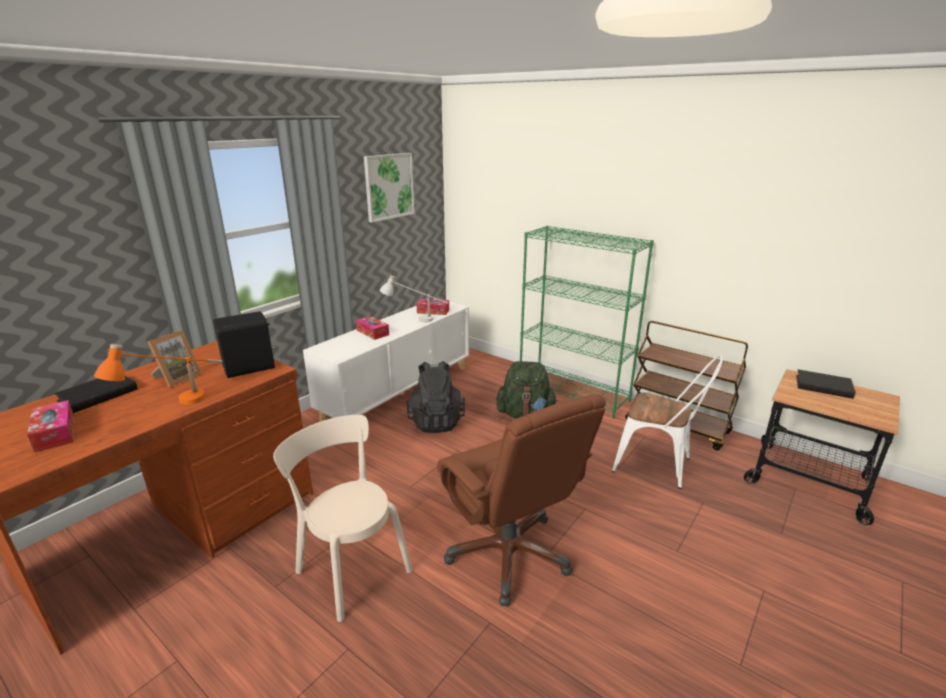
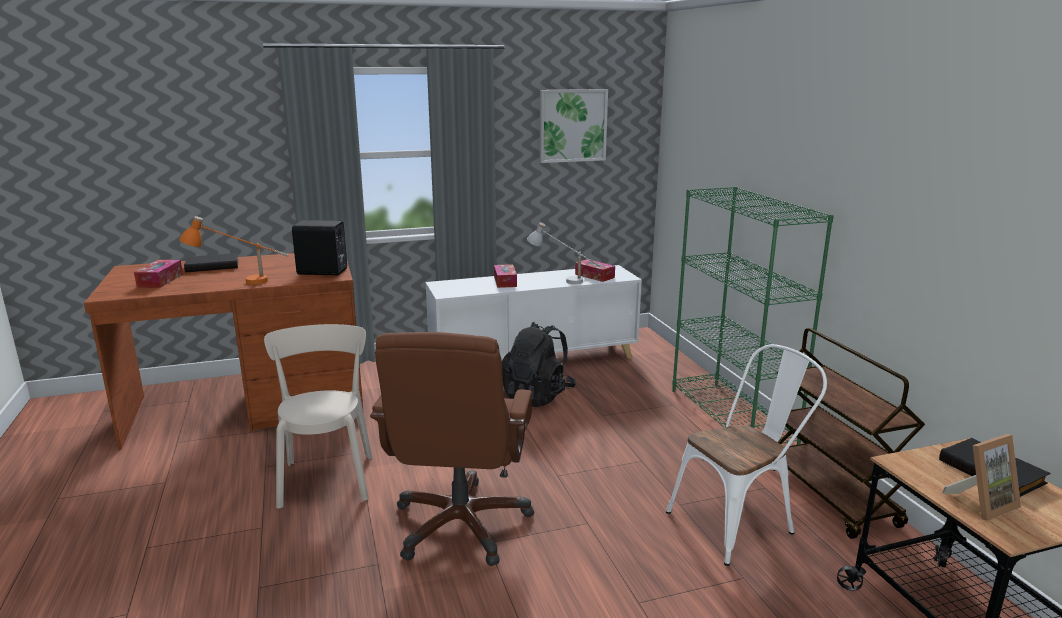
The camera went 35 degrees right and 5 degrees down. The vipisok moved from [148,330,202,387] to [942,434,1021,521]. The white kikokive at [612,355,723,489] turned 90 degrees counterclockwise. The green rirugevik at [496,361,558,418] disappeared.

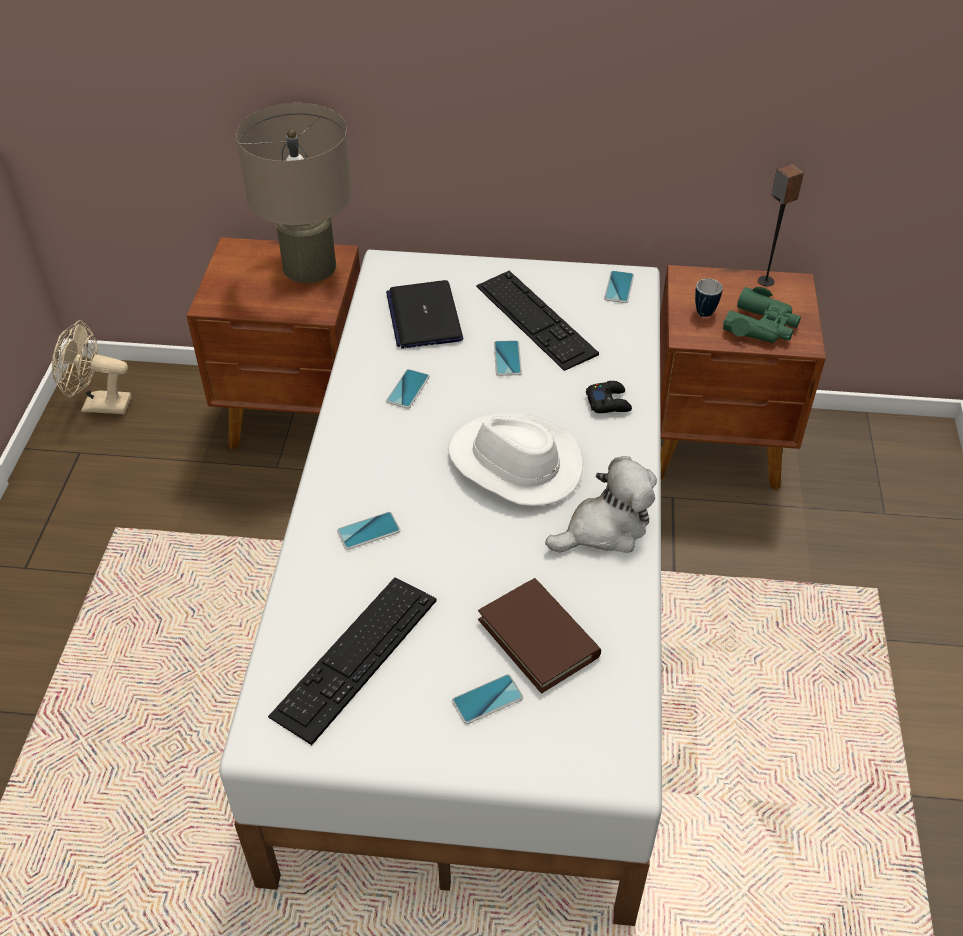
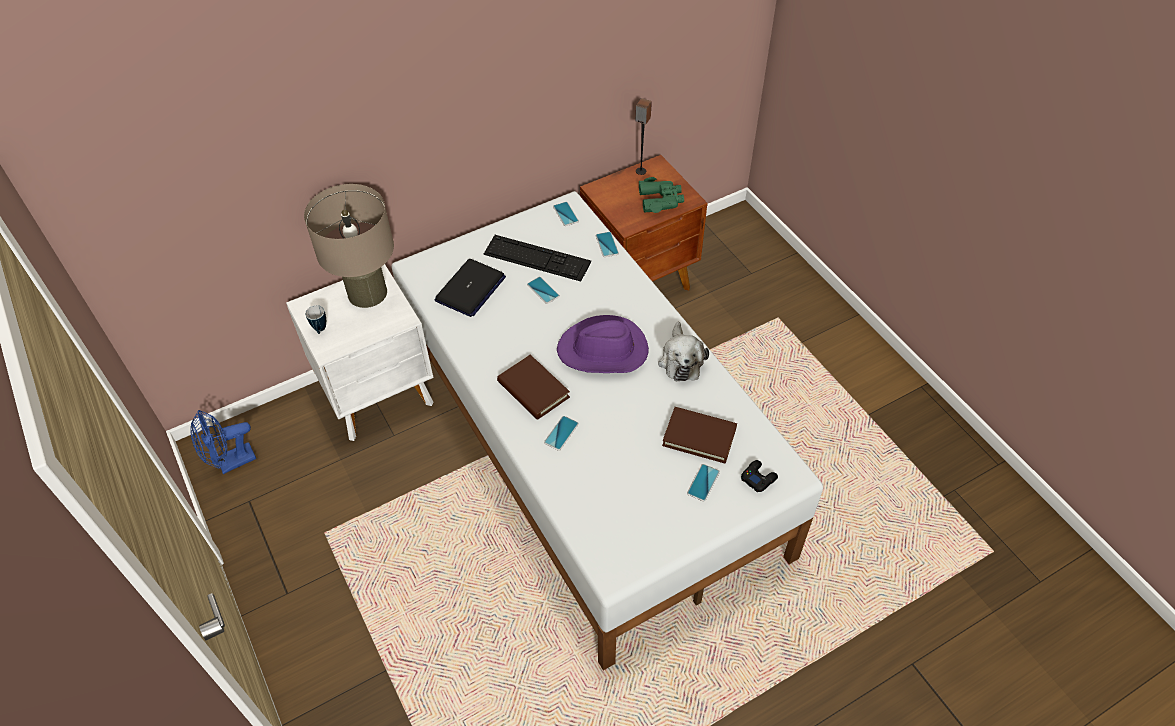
The camera went 35 degrees left and 5 degrees up. The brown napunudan at [187,237,360,450] became the white napunudan at [286,264,434,441]. The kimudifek moved from [695,279,723,317] to [305,305,326,334]. The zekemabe at [386,280,463,349] turned 105 degrees counterclockwise. The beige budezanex at [52,320,132,414] became the blue budezanex at [190,410,256,474]. The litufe moved from [386,369,430,409] to [596,232,619,257]. The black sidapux moved from [586,381,632,413] to [741,460,778,492]. The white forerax at [448,413,583,506] became the purple forerax at [557,315,649,373]. The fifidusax at [545,456,657,553] turned 150 degrees clockwise. The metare at [268,577,437,745] disappeared. The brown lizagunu at [497,355,570,420] appeared.

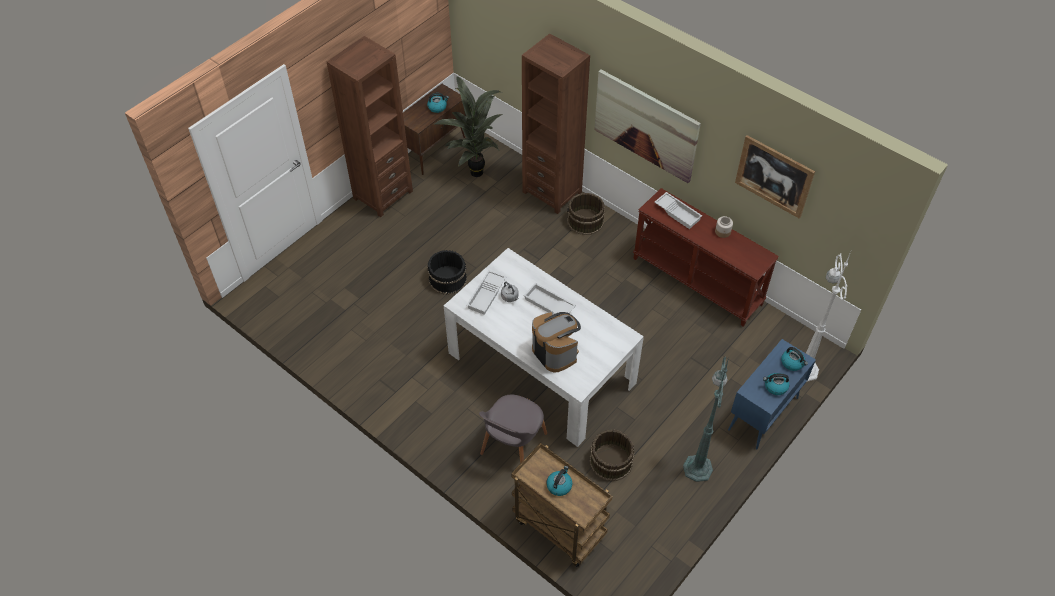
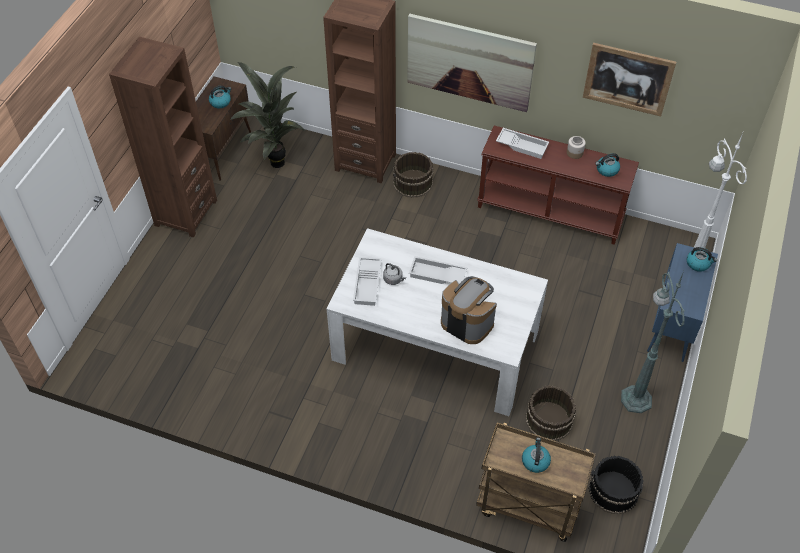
The camera went 20 degrees left and 0 degrees up. The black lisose moved from [427,250,467,295] to [588,456,644,514]. The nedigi moved from [763,373,789,395] to [595,153,620,177]. The grey kikokive at [479,395,547,464] disappeared.

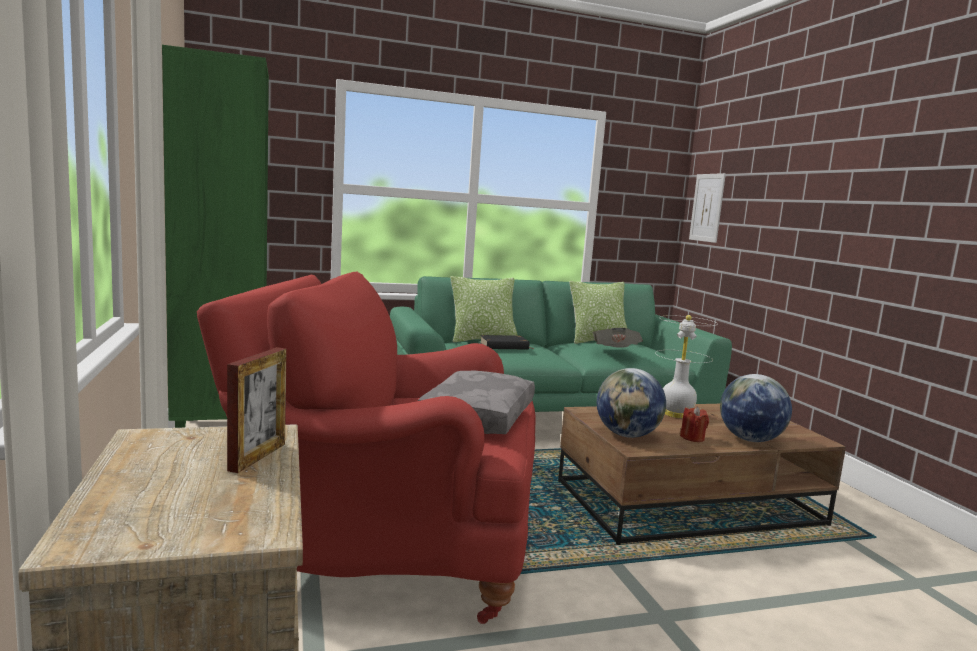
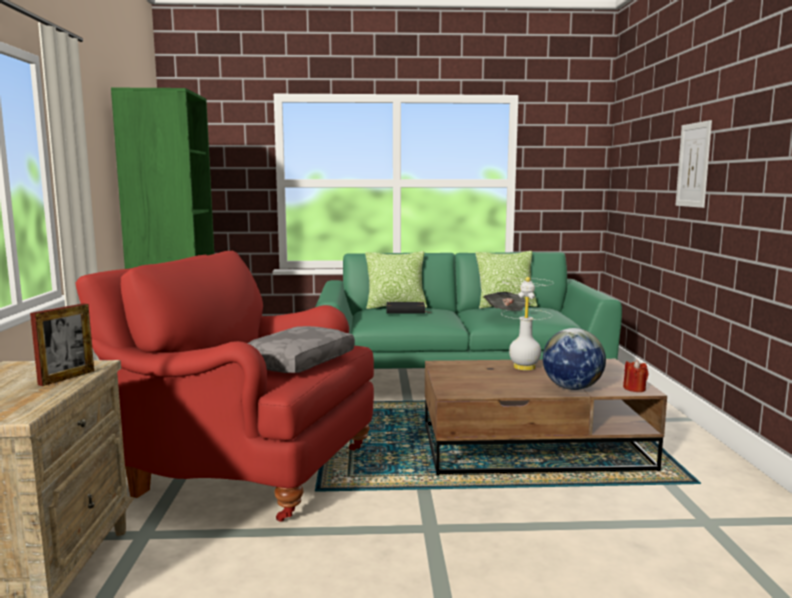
The camera went 15 degrees right and 0 degrees up. The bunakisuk moved from [689,173,726,243] to [675,120,712,208]. The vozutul at [597,368,666,438] disappeared. The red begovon moved from [680,406,709,442] to [623,360,648,392].

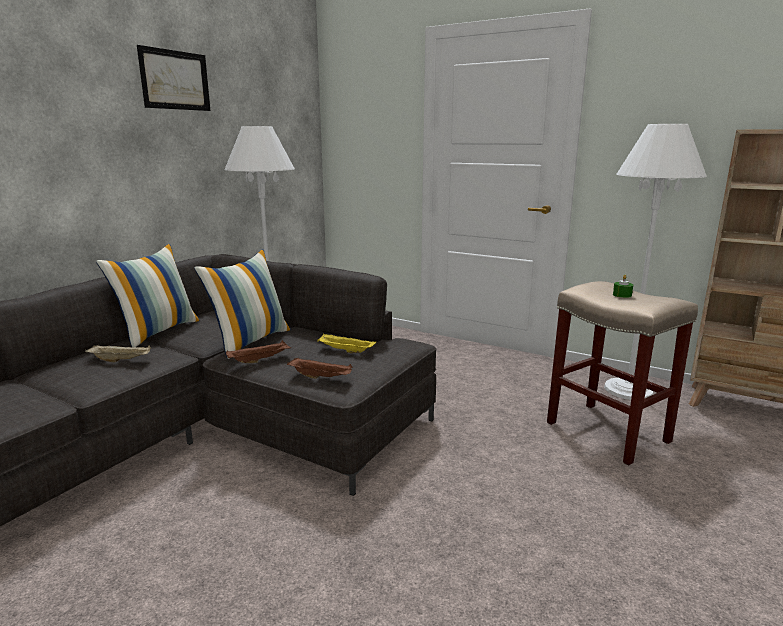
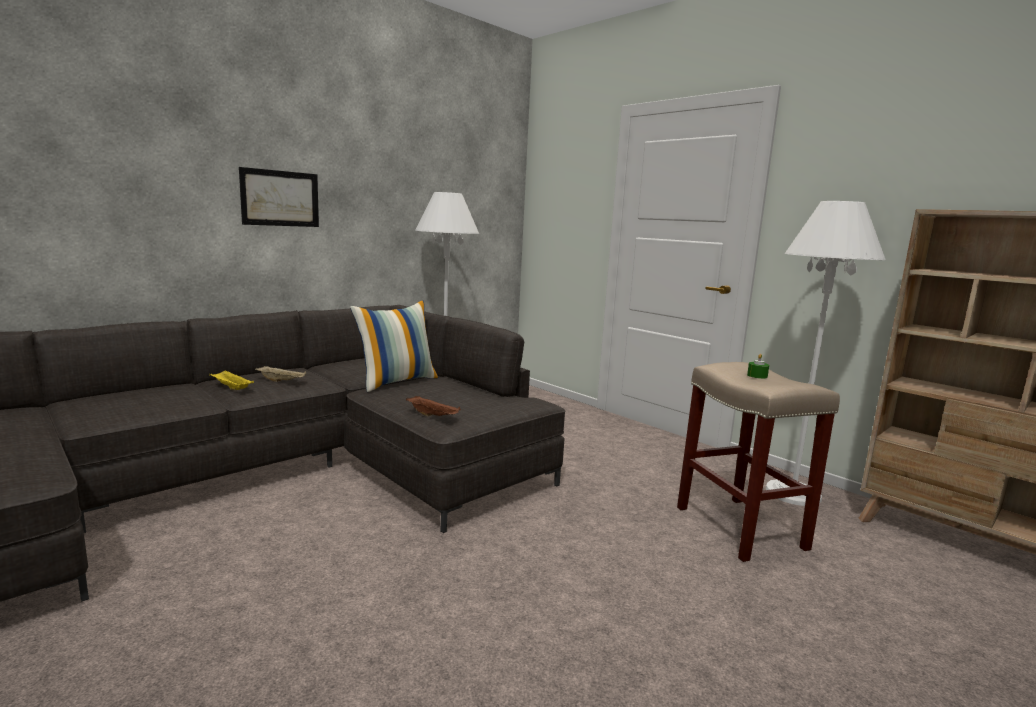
The camera went 15 degrees right and 5 degrees down. The bunakisuk moved from [137,45,210,111] to [239,167,319,227]. The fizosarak at [96,244,200,347] disappeared. The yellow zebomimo moved from [317,334,376,353] to [209,370,254,390]. The brown zebomimo at [226,340,291,363] disappeared.

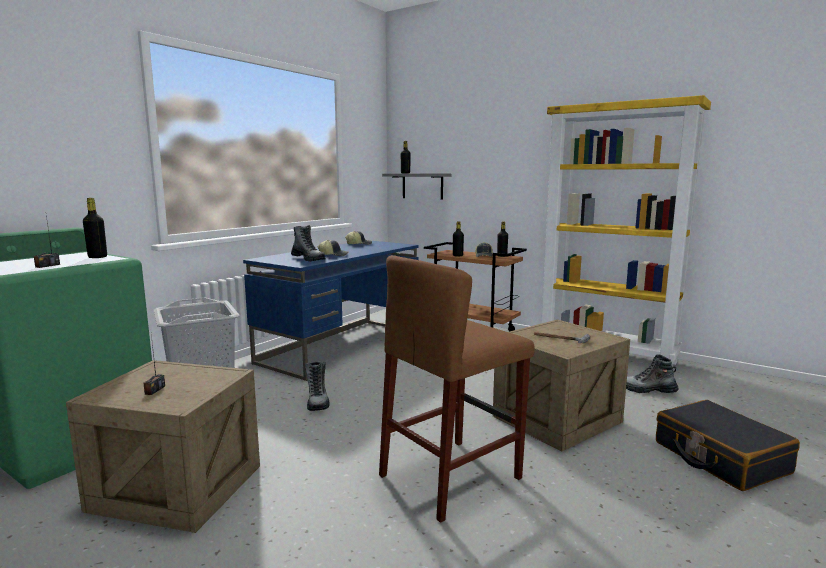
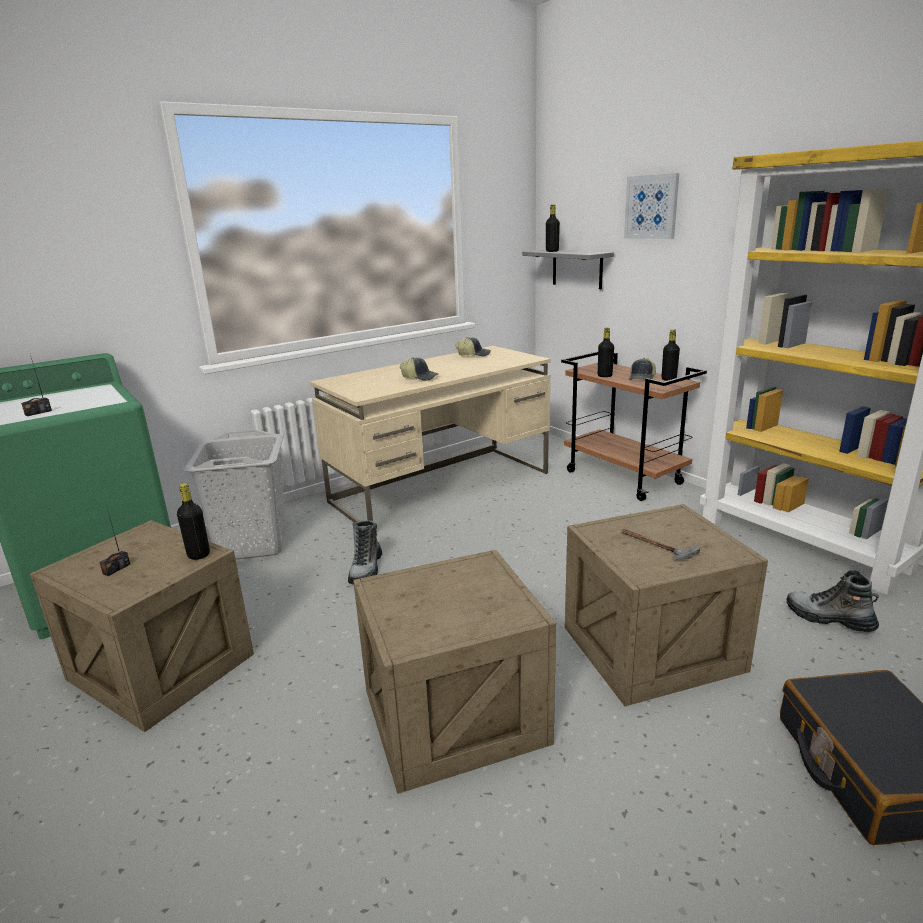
The camera went 20 degrees right and 10 degrees up. The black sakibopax moved from [83,198,107,258] to [177,483,210,560]. The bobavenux at [291,225,326,261] disappeared. The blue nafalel at [243,241,419,381] became the beige nafalel at [310,346,551,522]. The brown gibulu at [379,255,535,523] was replaced by the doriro at [353,550,556,794]. The bunakisuk at [624,173,679,239] appeared.

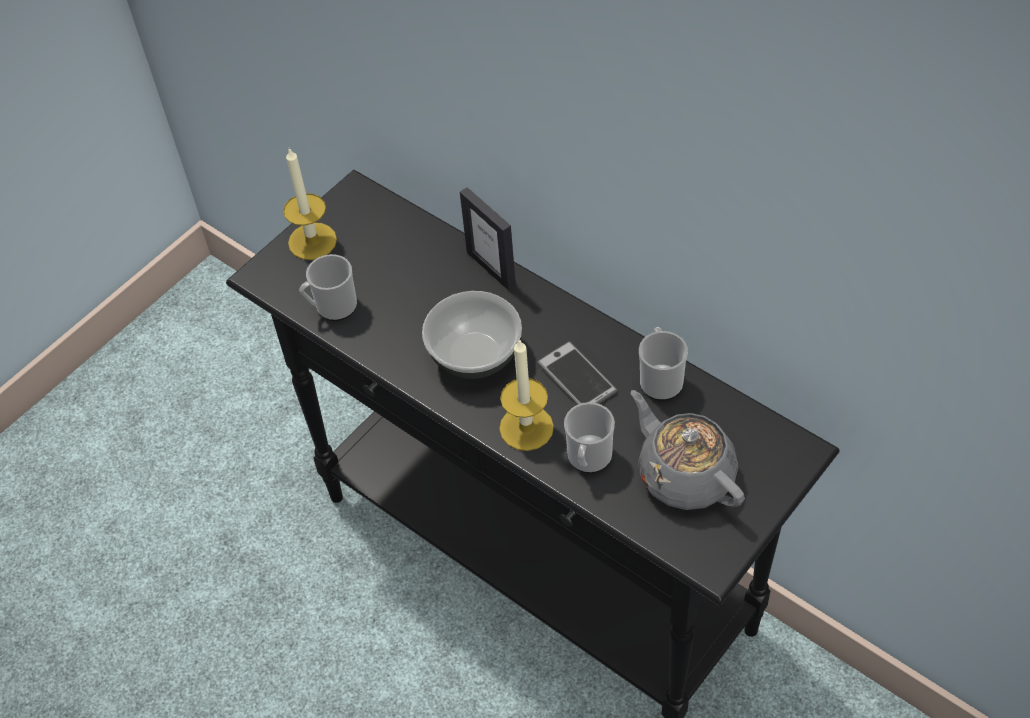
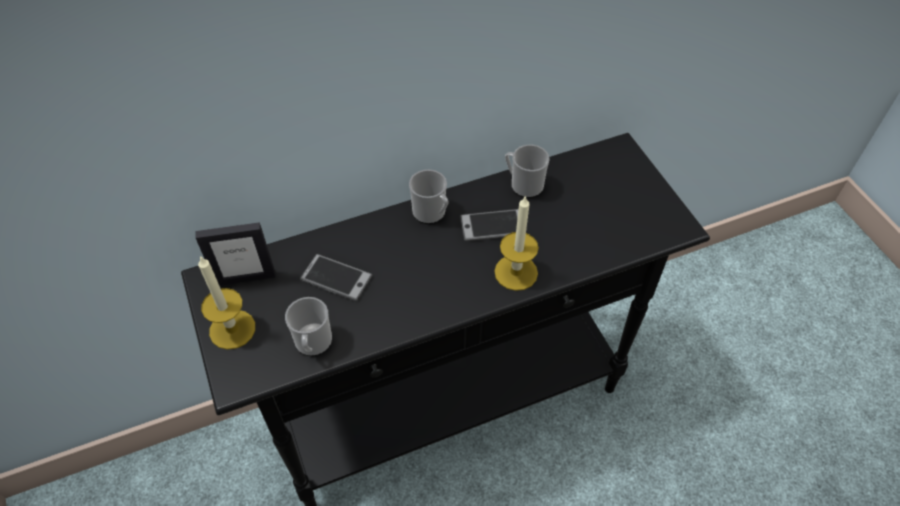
The camera went 65 degrees left and 0 degrees up. The vipisok moved from [460,187,516,291] to [195,222,275,286]. The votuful at [422,291,522,379] disappeared. The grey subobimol at [631,390,745,510] disappeared. The kimudifek moved from [564,402,615,473] to [409,170,449,224]. The litufe at [300,254,373,301] appeared.

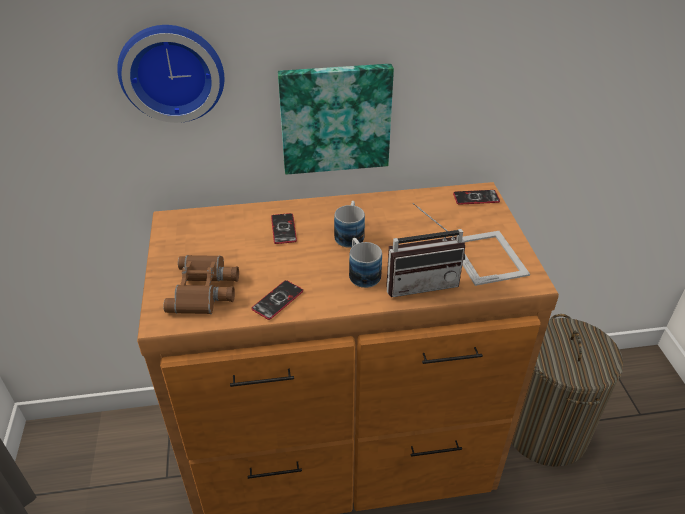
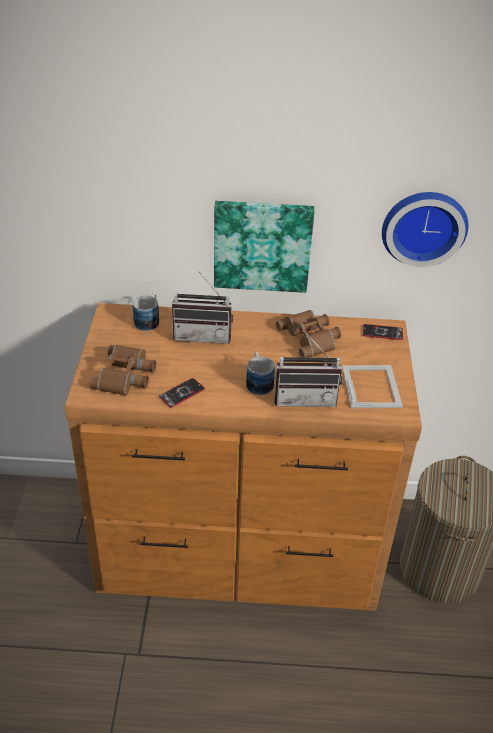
The camera went 10 degrees right and 0 degrees up. The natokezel moved from [117,25,224,123] to [382,192,468,267]. The kimudifek moved from [334,201,365,248] to [133,293,159,331]. The litufe at [271,213,297,244] was replaced by the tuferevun at [172,270,233,344]. The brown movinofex at [276,310,341,358] appeared.

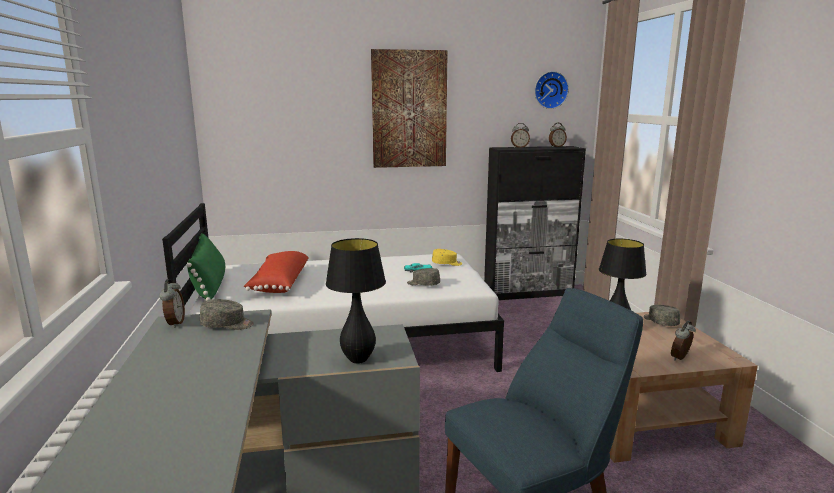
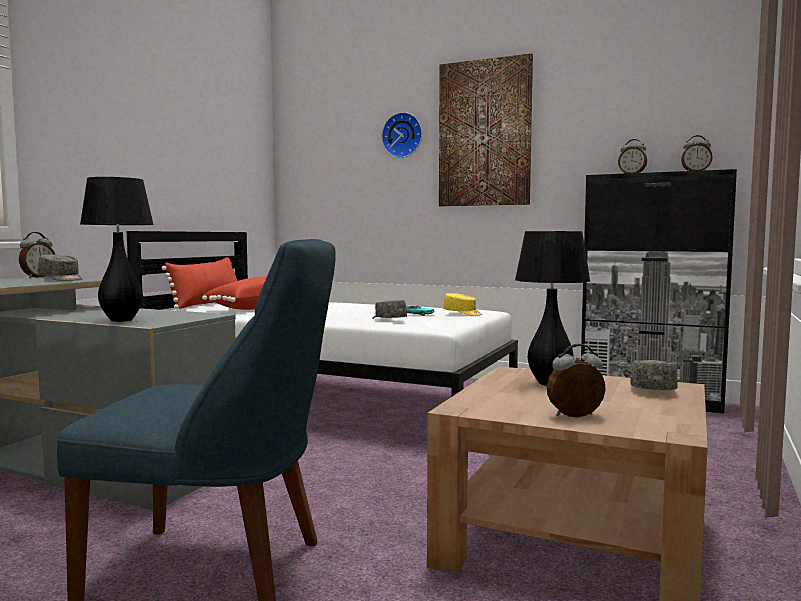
The camera went 35 degrees right and 10 degrees down. The natokezel moved from [535,71,569,109] to [381,112,422,158]. The green fizosarak at [187,233,225,301] became the red fizosarak at [162,257,238,309].

